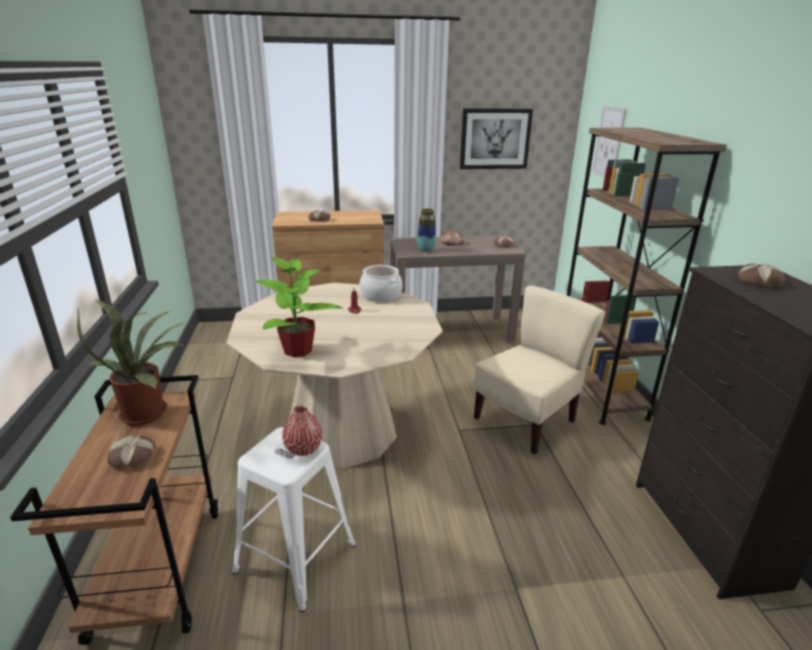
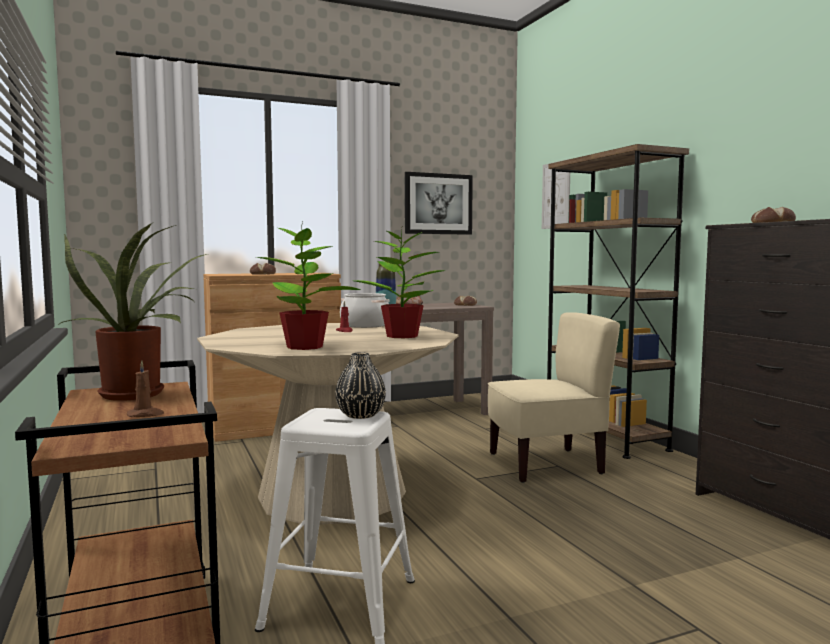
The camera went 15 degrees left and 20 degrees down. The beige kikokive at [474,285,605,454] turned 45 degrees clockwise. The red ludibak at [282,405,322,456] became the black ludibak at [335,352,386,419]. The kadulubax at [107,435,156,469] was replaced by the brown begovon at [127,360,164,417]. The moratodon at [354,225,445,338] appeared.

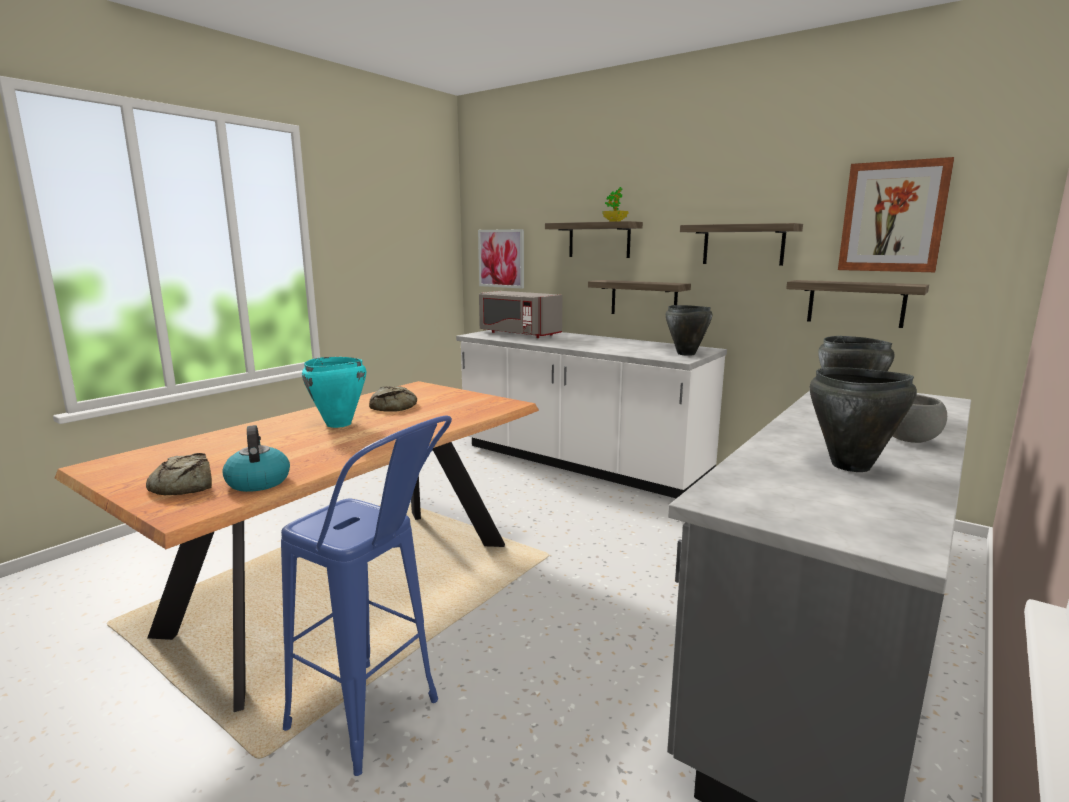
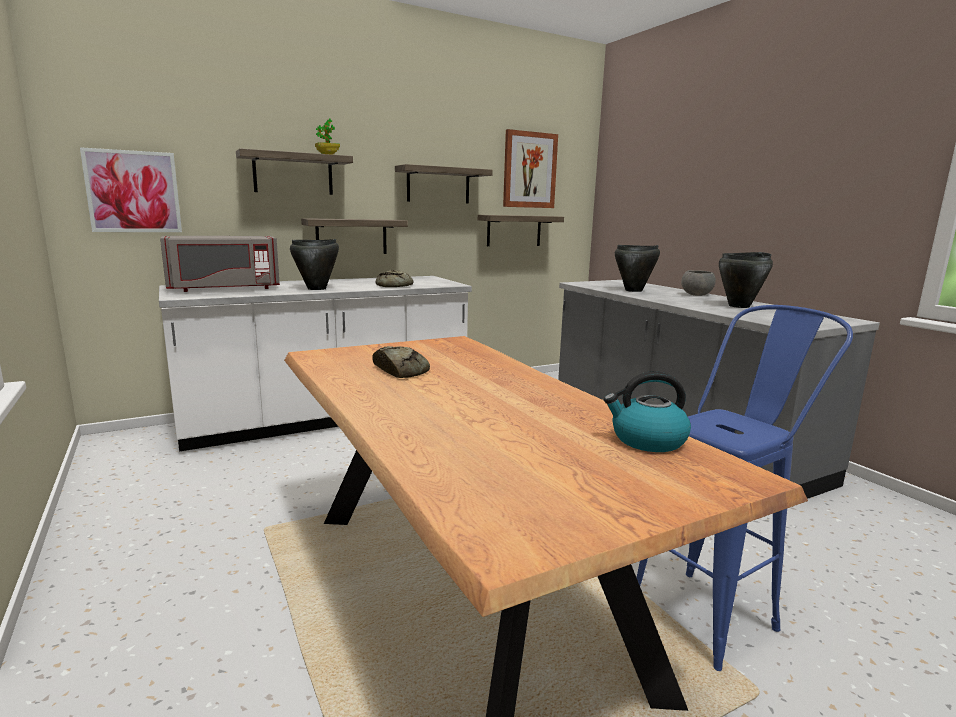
The camera went 65 degrees left and 0 degrees up. The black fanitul moved from [666,305,712,356] to [290,239,339,290]. The turquoise fanitul at [302,357,366,428] disappeared. The kadulubax moved from [146,453,212,495] to [376,270,414,287].

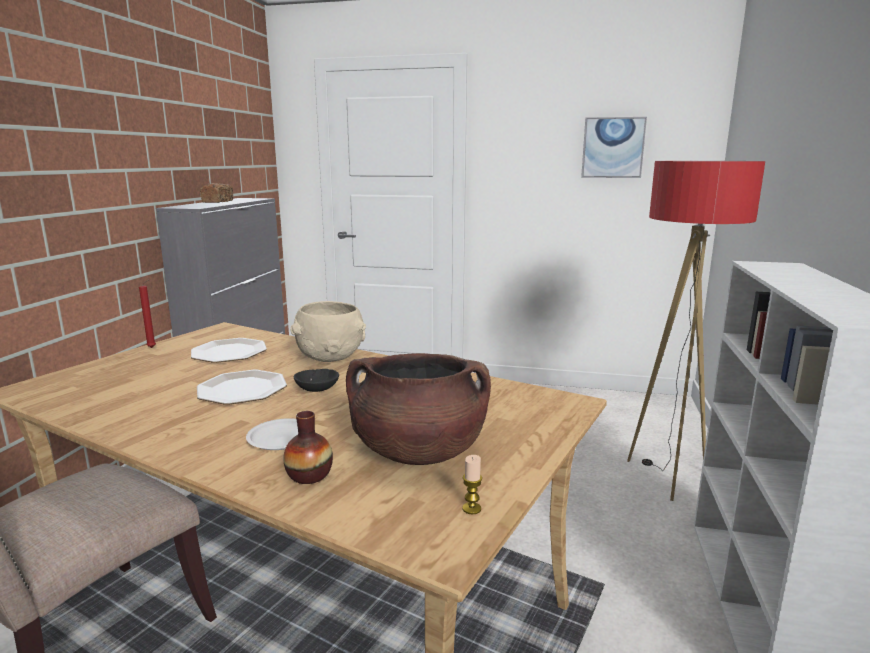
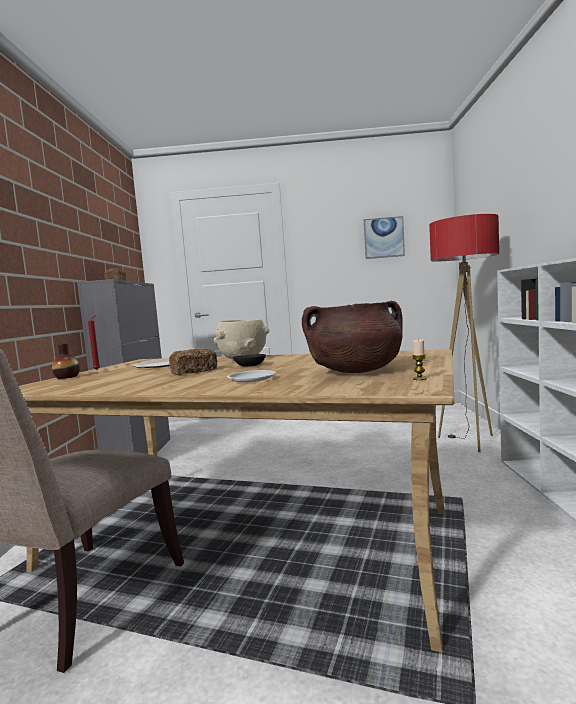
The camera went 10 degrees left and 10 degrees down. The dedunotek at [197,370,287,405] was replaced by the kadulubax at [169,349,218,375]. The ludibak moved from [283,411,333,484] to [52,343,80,379].

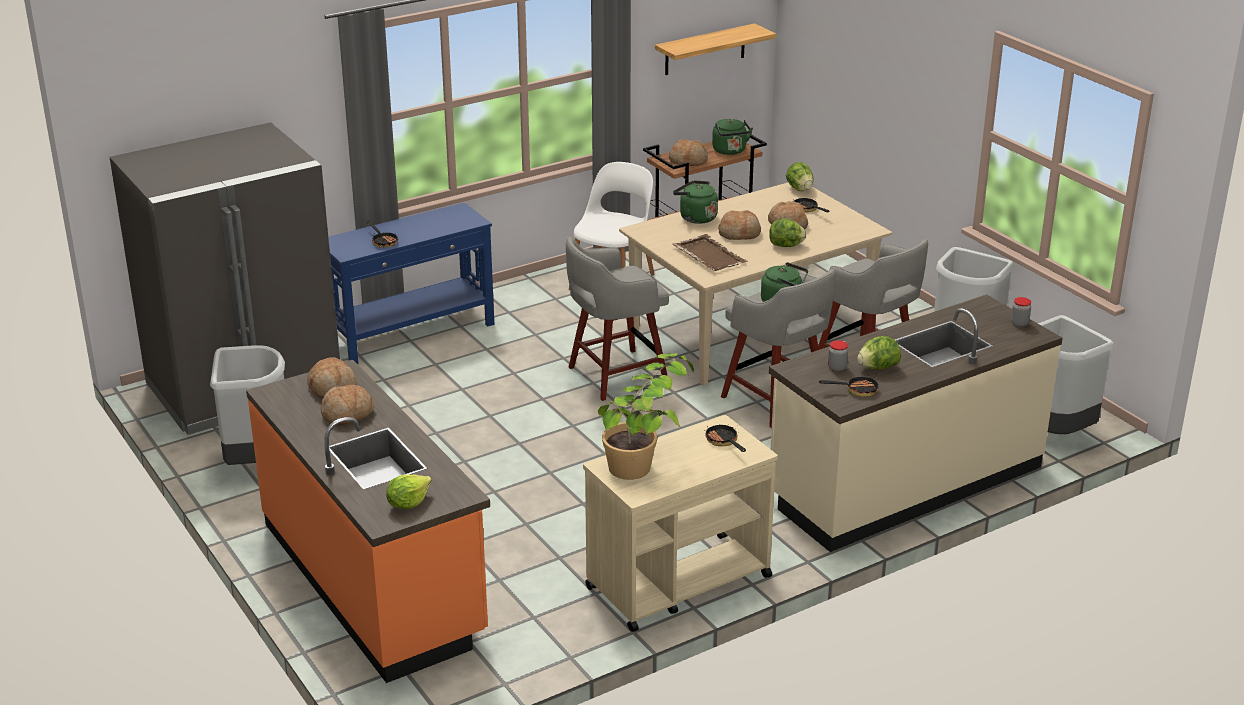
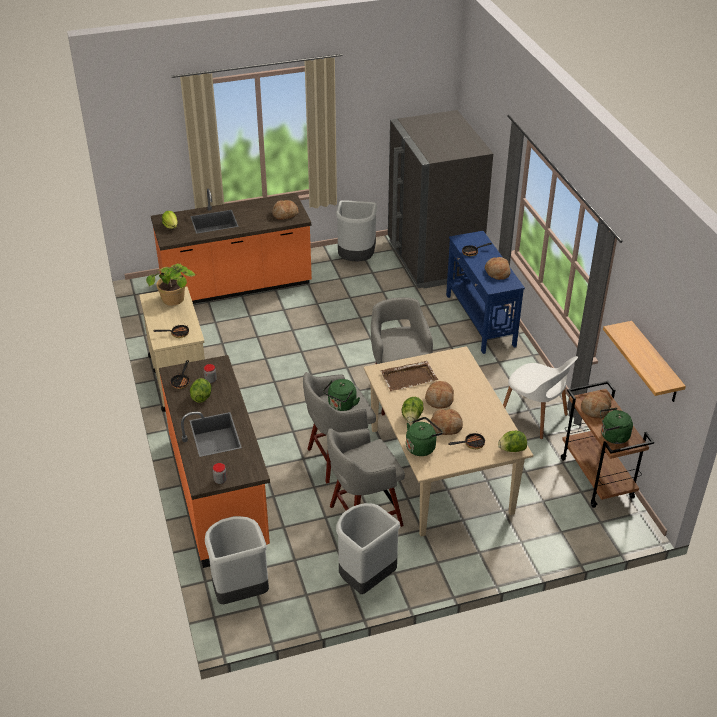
The camera went 105 degrees right and 10 degrees up. The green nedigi moved from [673,180,718,224] to [406,417,443,456]. The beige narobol at [769,294,1063,552] became the orange narobol at [159,355,270,568]. The kadulubax moved from [321,385,375,425] to [485,257,511,280].

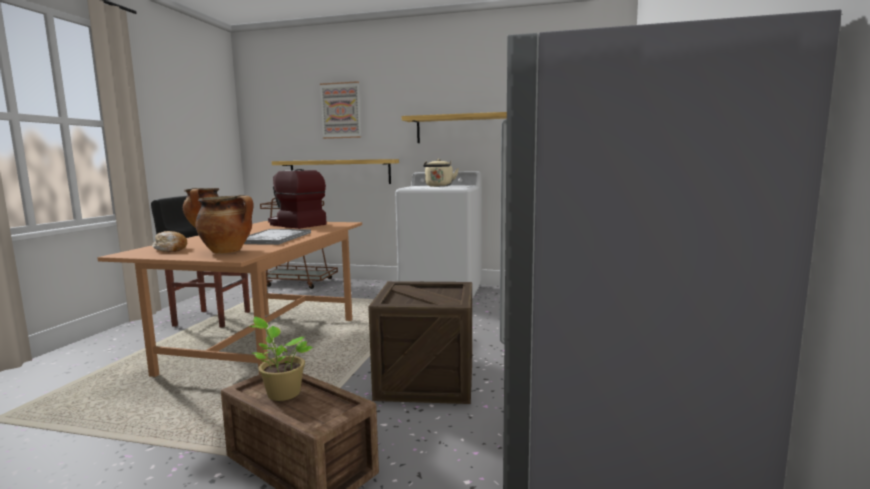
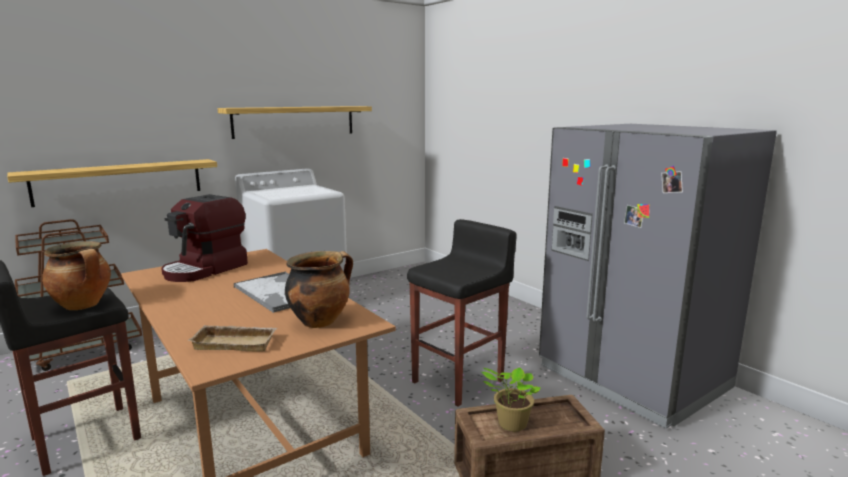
The camera went 50 degrees left and 5 degrees up. The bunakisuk at [320,81,361,139] disappeared. The beige nedigi at [423,159,459,187] disappeared. The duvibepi at [268,169,327,229] turned 45 degrees counterclockwise. The kadulubax at [152,231,187,252] was replaced by the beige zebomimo at [187,325,277,352]. The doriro at [368,281,472,404] was replaced by the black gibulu at [407,219,517,407].

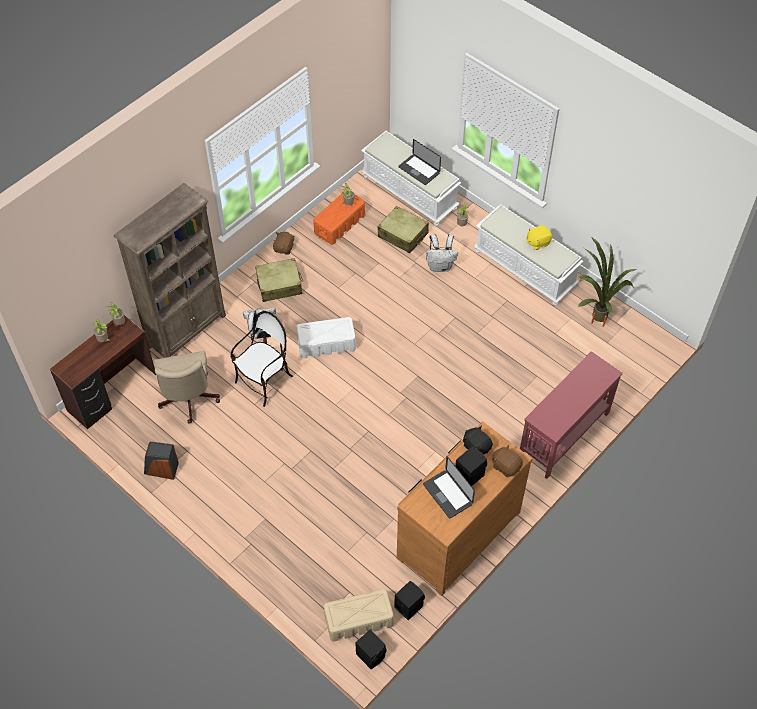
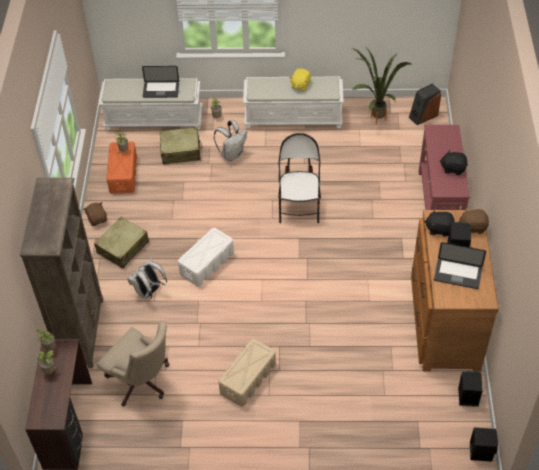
The camera went 40 degrees left and 5 degrees down. The kikokive moved from [231,311,293,407] to [278,133,321,223]. The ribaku moved from [144,442,179,480] to [409,83,441,125]. The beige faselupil moved from [324,589,394,642] to [218,339,276,407]. The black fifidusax at [440,150,468,175] appeared.

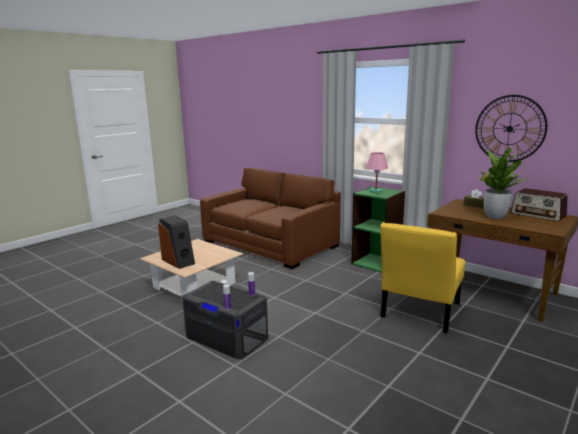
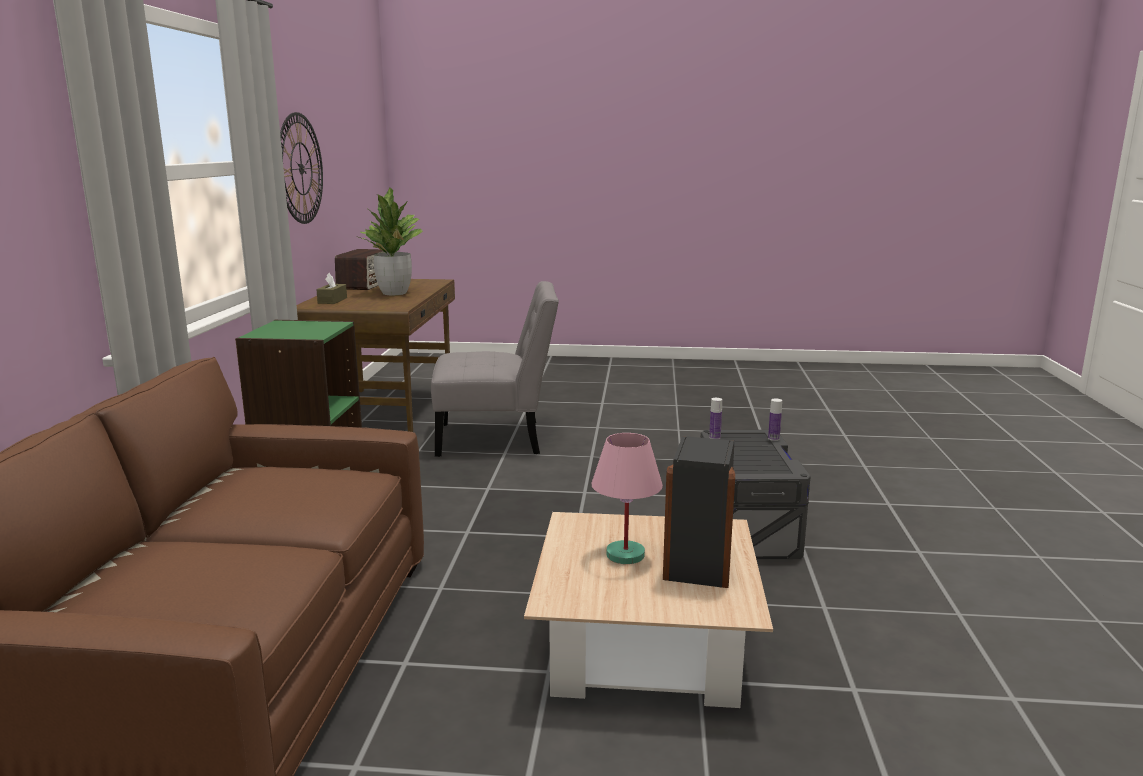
The camera went 125 degrees left and 0 degrees up. The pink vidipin moved from [366,152,388,193] to [591,433,663,564]. The yellow kikokive at [380,222,465,333] became the grey kikokive at [431,281,559,457].

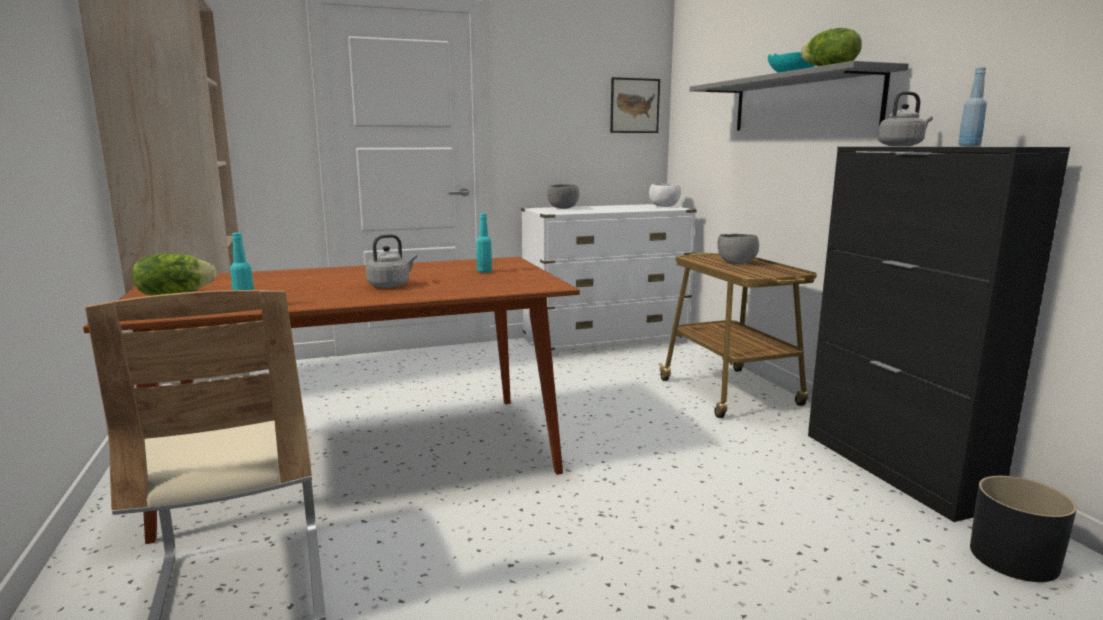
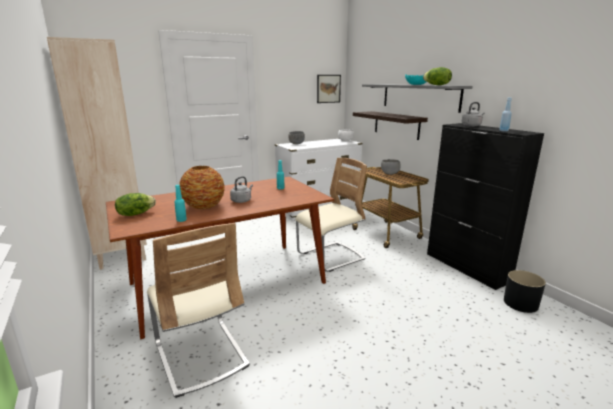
The camera went 10 degrees left and 5 degrees up. The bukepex at [353,111,428,140] appeared. The beige kikokive at [295,158,367,272] appeared. The ludibak at [179,166,225,210] appeared.

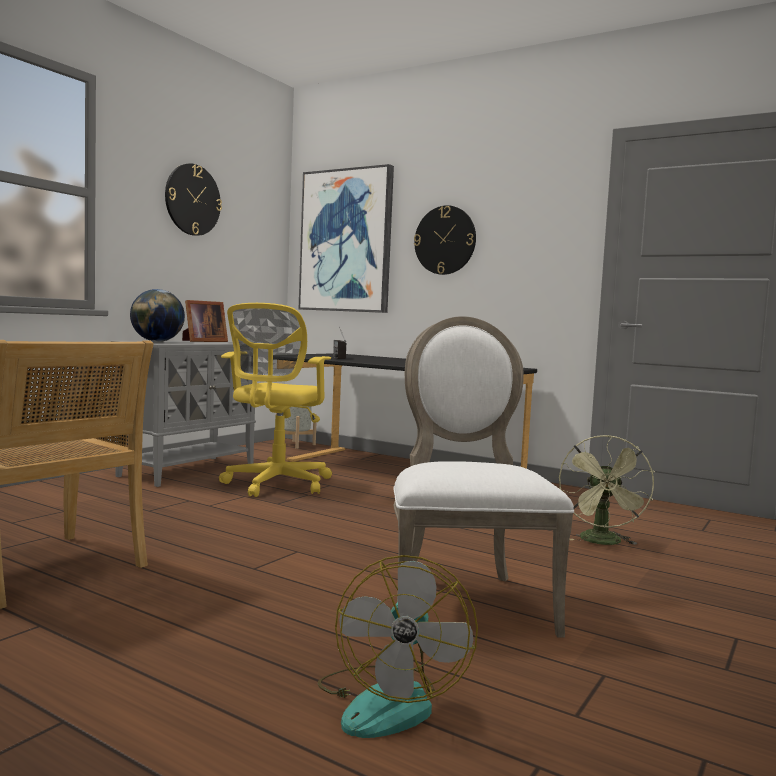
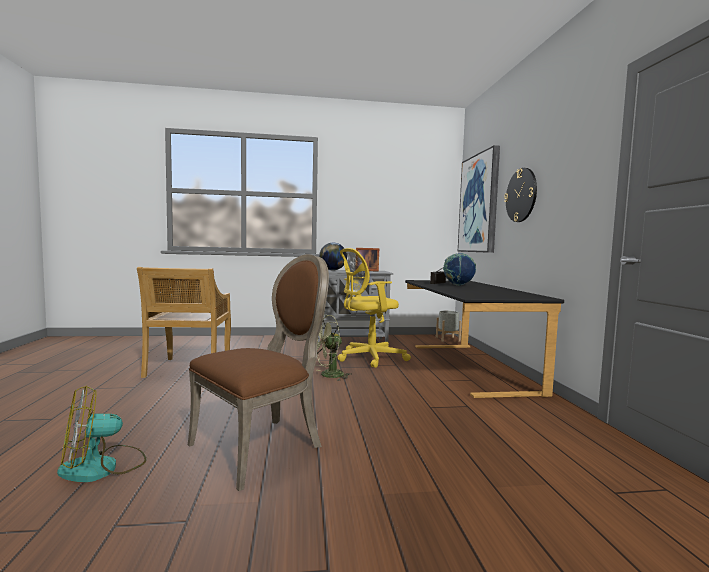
The camera went 50 degrees right and 0 degrees up. The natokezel at [165,164,222,236] disappeared. The white kikokive at [393,316,574,638] became the brown kikokive at [188,254,329,491]. The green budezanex moved from [559,435,655,545] to [317,315,351,381]. The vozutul at [443,253,476,286] appeared.

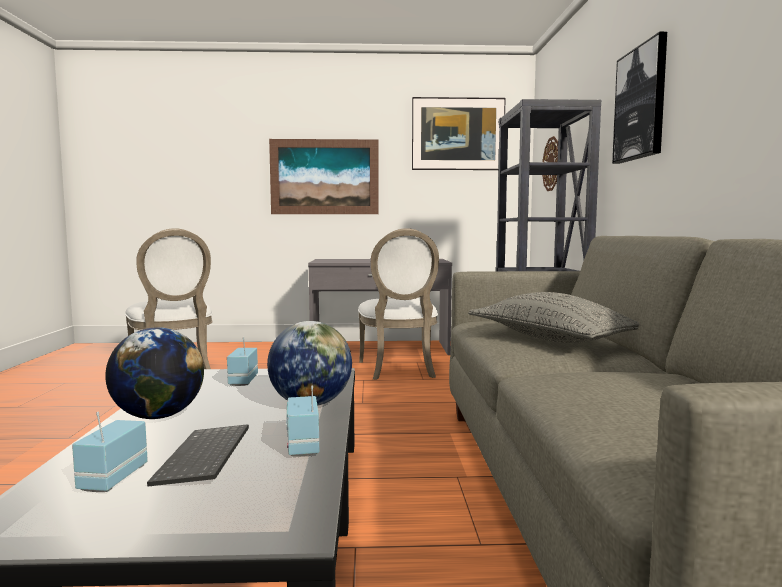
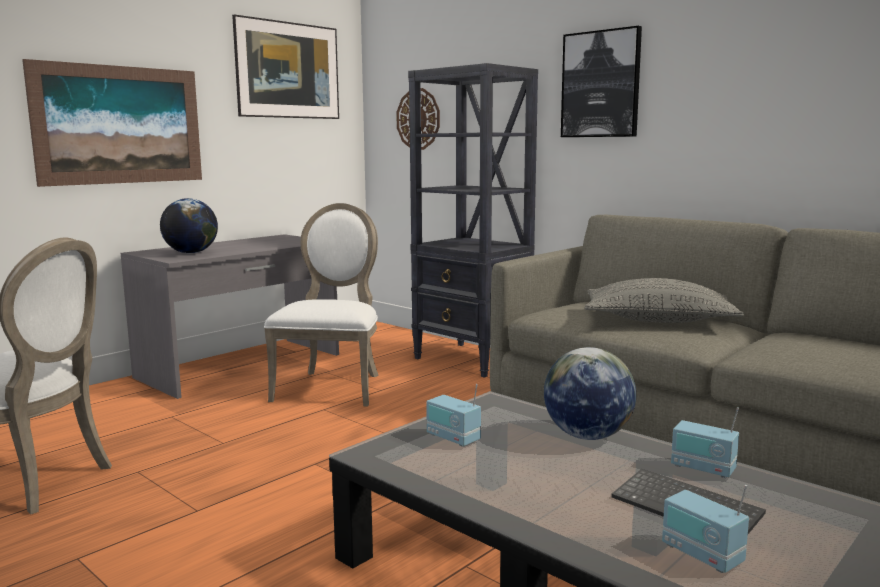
The camera went 45 degrees left and 5 degrees up. The white kikokive at [358,228,439,380] turned 120 degrees counterclockwise. The vozutul moved from [105,327,204,419] to [160,198,218,253].

